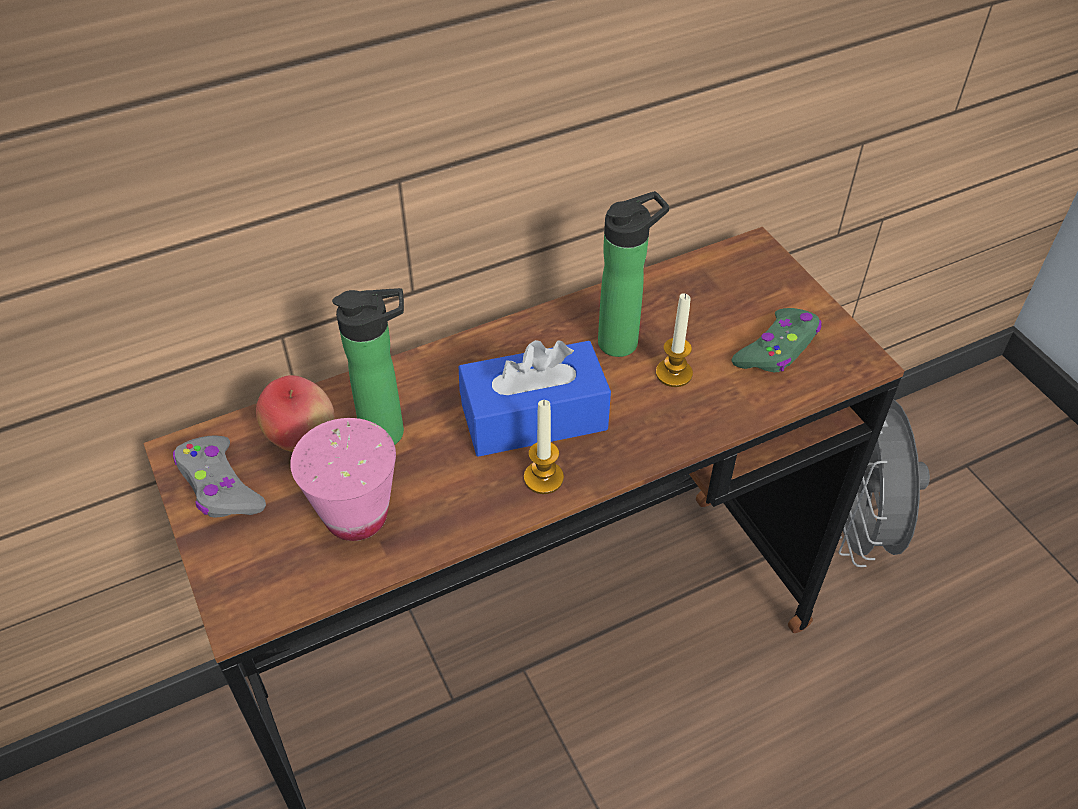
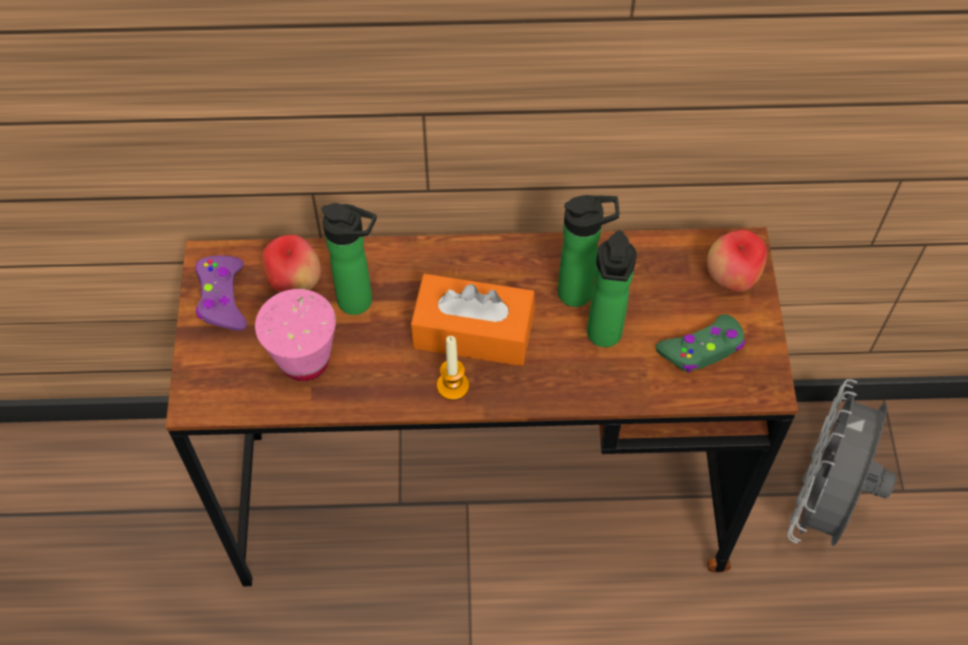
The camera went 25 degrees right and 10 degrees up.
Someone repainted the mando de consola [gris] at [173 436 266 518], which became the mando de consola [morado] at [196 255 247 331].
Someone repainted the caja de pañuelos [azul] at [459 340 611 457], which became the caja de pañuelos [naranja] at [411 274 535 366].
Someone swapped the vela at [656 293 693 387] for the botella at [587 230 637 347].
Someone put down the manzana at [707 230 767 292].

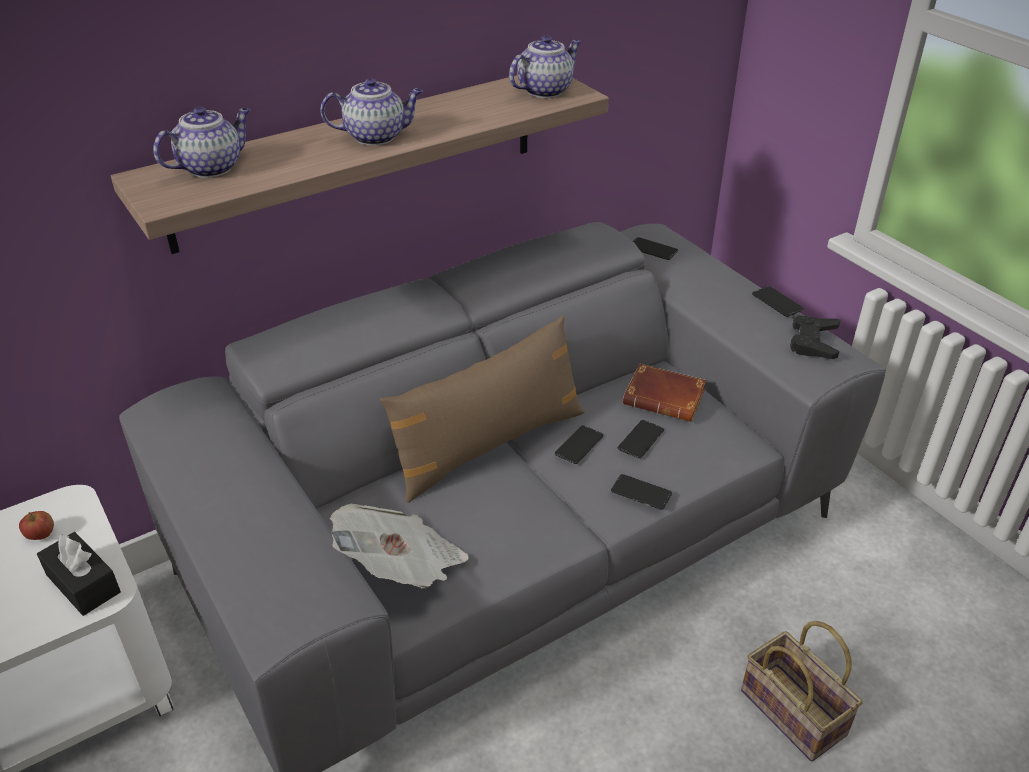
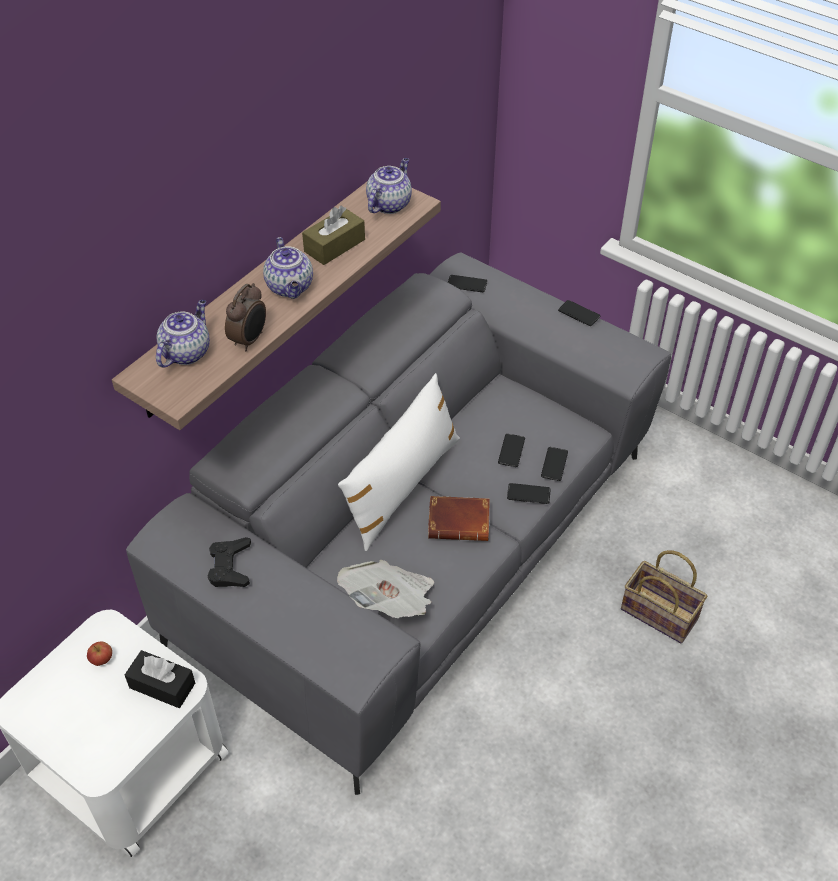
The camera went 20 degrees left and 10 degrees up.
Someone rotated the tetera at [321 78 423 145] by 105 degrees clockwise.
Someone repainted the cojín [marrón] at [380 316 584 503], which became the cojín [blanco] at [338 373 460 551].
Someone carried the móvil from [555 425 603 464] to [541 447 568 481].
Someone carried the libro [marrón] from [623 364 707 422] to [428 496 490 541].
Someone carried the mando de consola [negro] from [790 315 841 359] to [207 537 251 587].
Someone put down the despertador at [225 283 266 351].
Someone put down the caja de pañuelos [marrón] at [302 206 365 265].

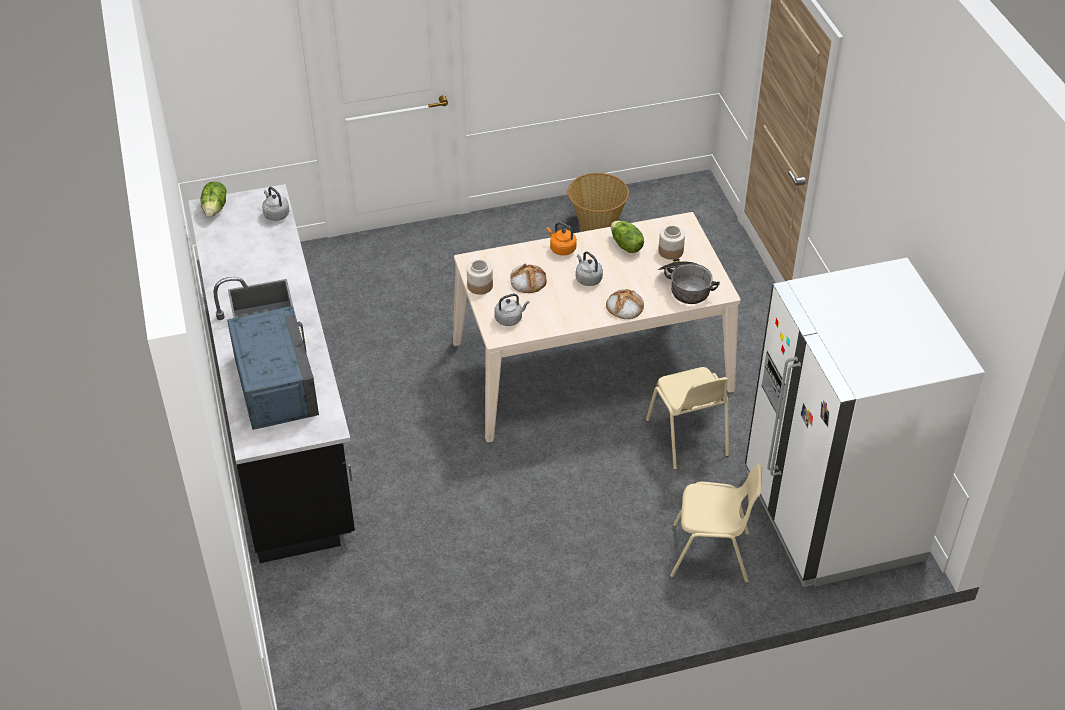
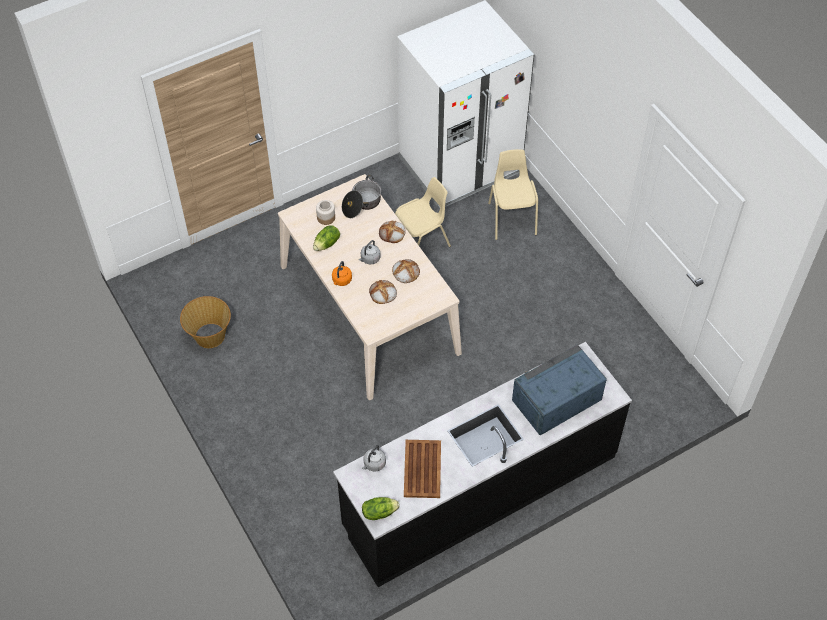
The camera went 105 degrees left and 10 degrees up.
Someone took away the tarro at [467 260 493 295].
Someone took away the hervidor [gris] at [494 294 530 326].
Someone put down the pan at [392 259 420 283].
Someone put down the bandeja [marrón] at [404 440 441 498].

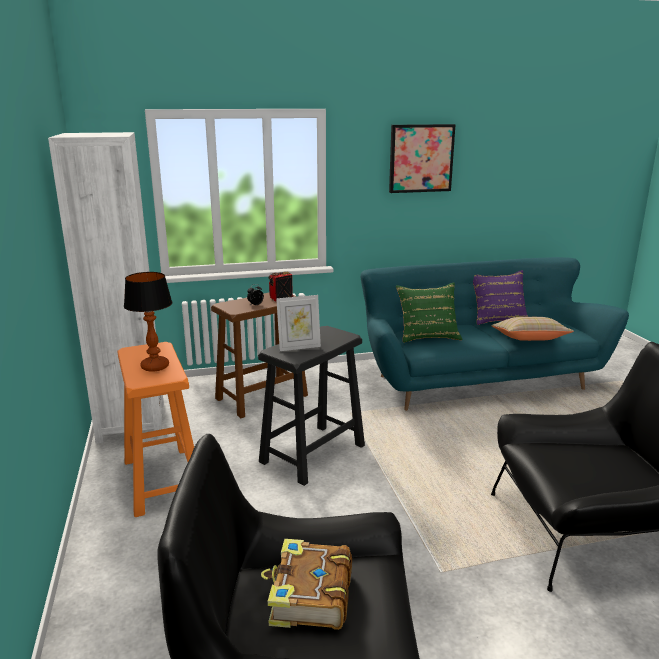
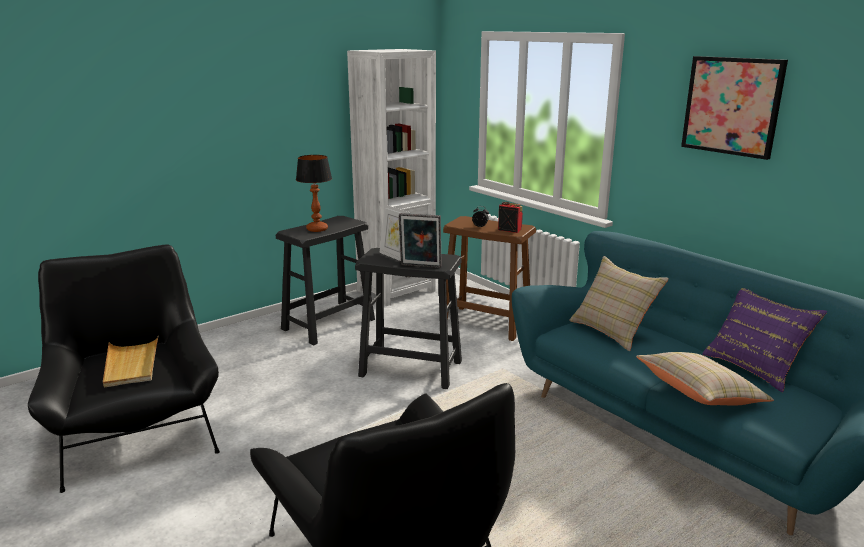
The camera went 65 degrees right and 0 degrees up.
Someone repainted the taburete [naranja] at [118 342 194 517], which became the taburete [negro] at [276 216 375 345].
Someone swapped the libro at [261 539 352 630] for the bandeja [beis] at [103 337 158 388].
Someone repainted the cojín [verde] at [396 282 463 343], which became the cojín [beis] at [569 256 669 351].
Someone put down the portarretratos at [399 213 442 268].

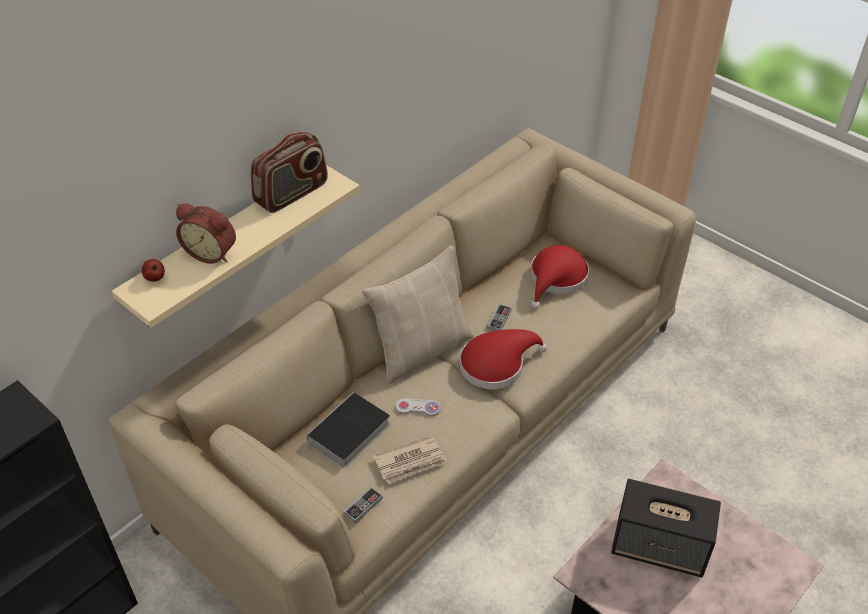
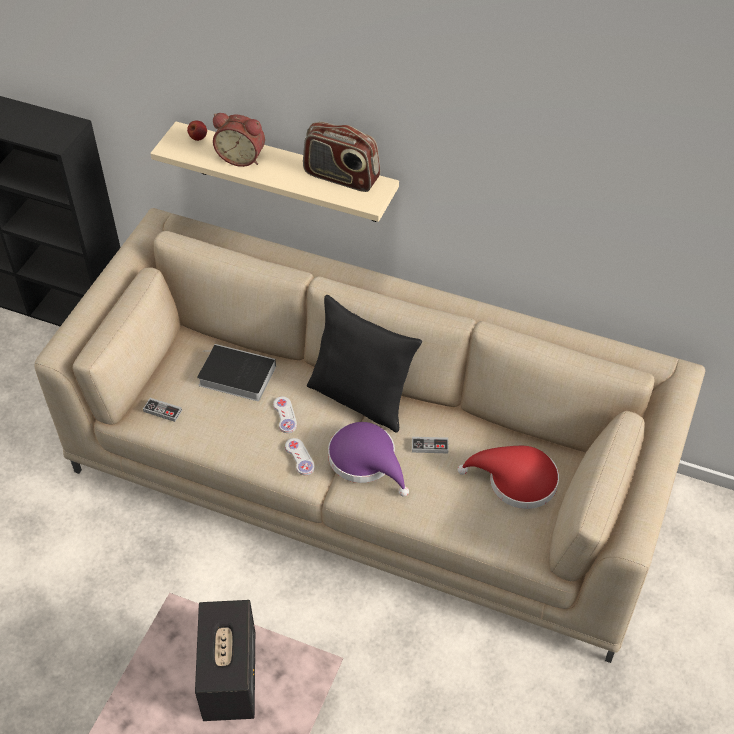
The camera went 70 degrees right and 5 degrees up.
Someone rotated the despertador at [176 203 236 264] by 75 degrees counterclockwise.
Someone repainted the cojín [beis] at [362 246 474 384], which became the cojín [negro] at [307 295 422 433].
Someone took away the periódico at [373 436 447 484].
Someone repainted the sombrero [rojo] at [459 329 547 389], which became the sombrero [morado] at [328 422 409 497].
Someone put down the mando de consola [blanco] at [285 438 315 475].

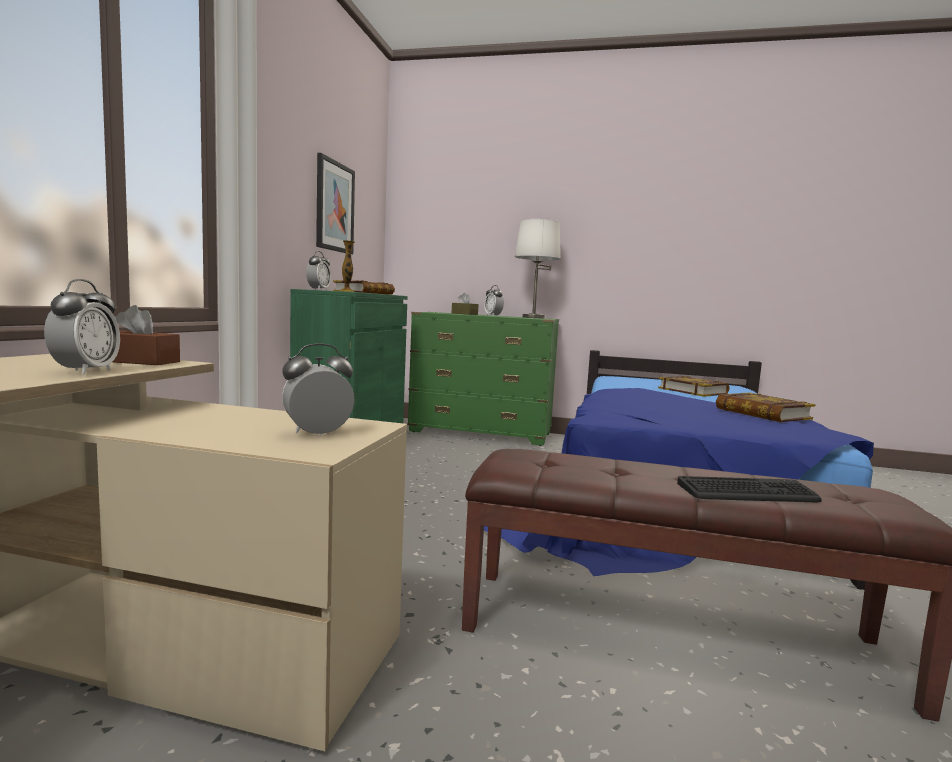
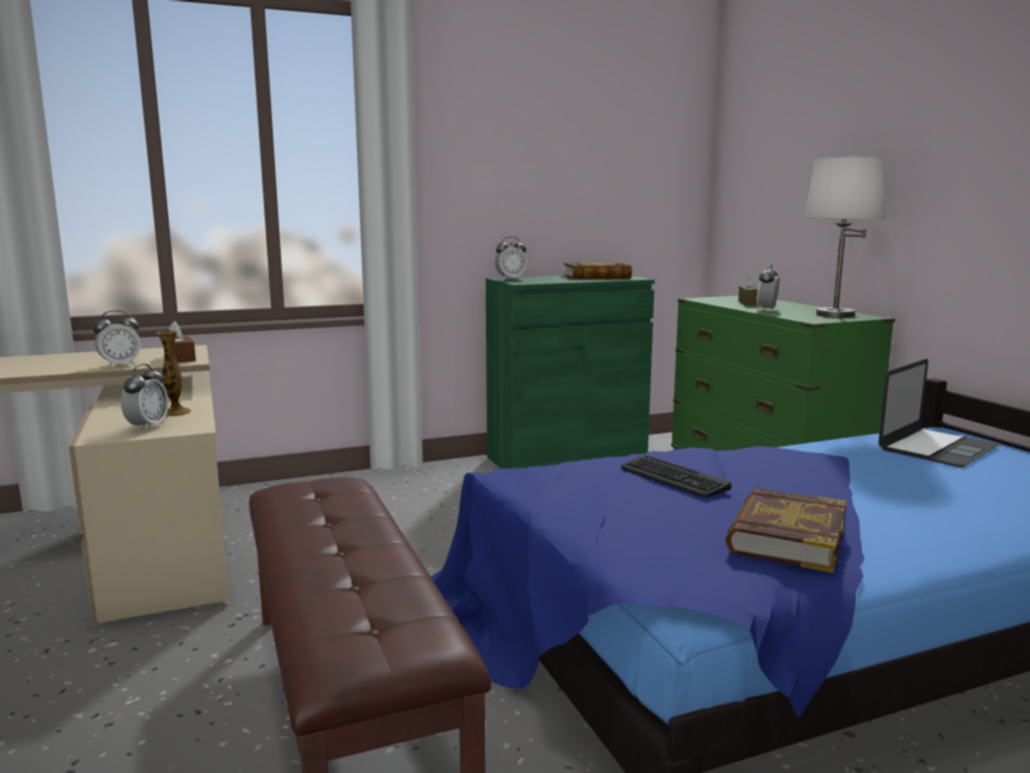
The camera went 55 degrees right and 5 degrees up.
Someone rotated the despertador at [282 343 355 436] by 75 degrees clockwise.
Someone took away the cuadro at [316 153 355 254].
Someone carried the florero from [338 240 355 292] to [156 331 191 416].
Someone took away the libro at [658 376 729 397].
Someone carried the teclado from [677 476 822 502] to [621 455 731 498].
Someone put down the portátil at [879 359 999 467].

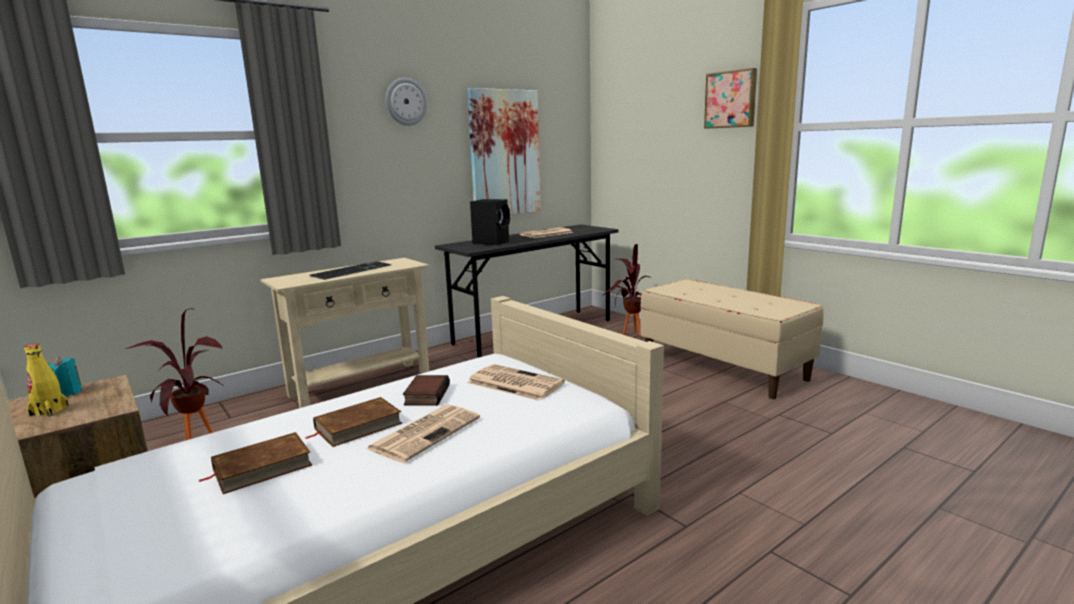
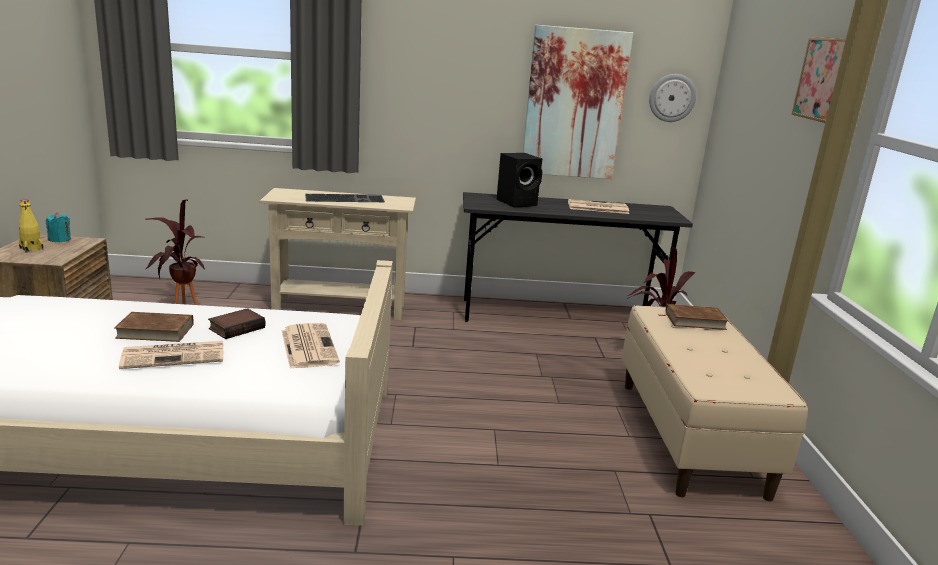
The camera went 35 degrees right and 5 degrees up.
Someone carried the libro [marrón] from [199 432 312 494] to [658 304 729 330].
Someone carried the reloj de pared from [386 78 428 126] to [649 74 696 122].

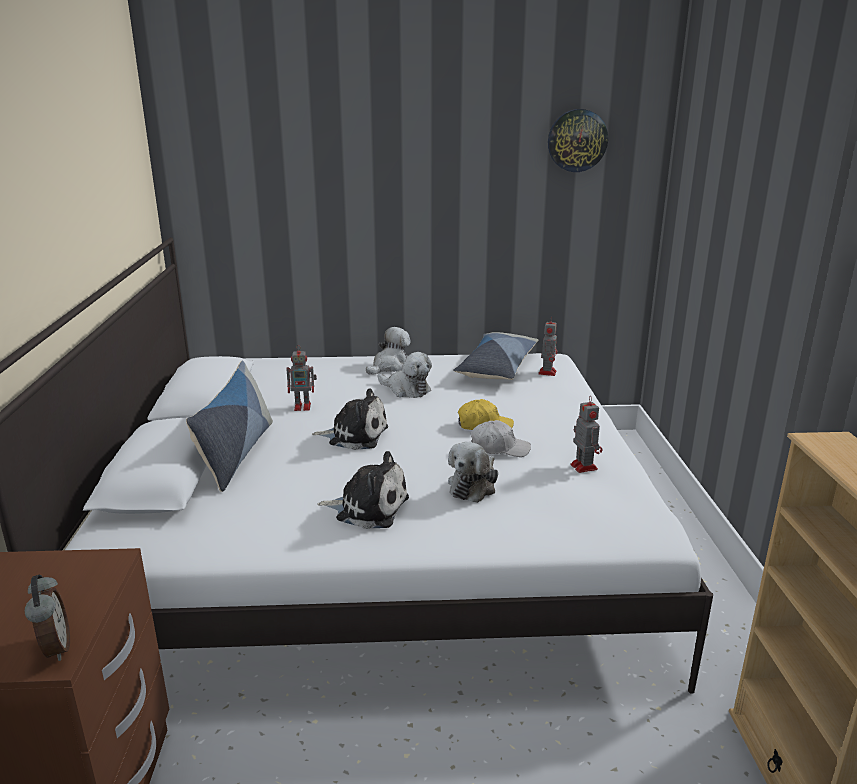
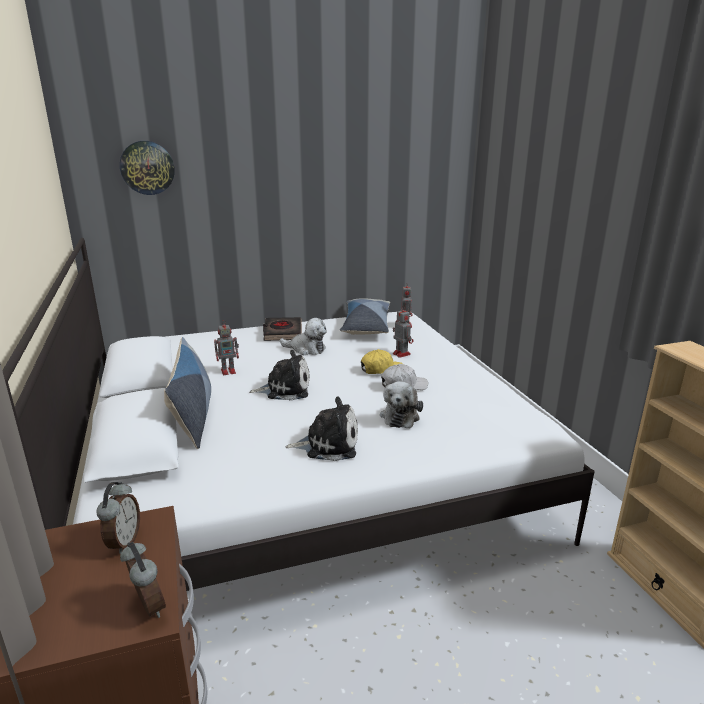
The camera went 15 degrees left and 0 degrees up.
Someone swapped the peluche at [366 327 411 375] for the libro [negro] at [263 317 302 341].
Someone carried the reloj de pared from [548 109 608 172] to [120 141 175 195].
Someone carried the robot de juguete from [570 396 602 473] to [393 307 414 358].
Someone put down the despertador at [96 482 140 554].

